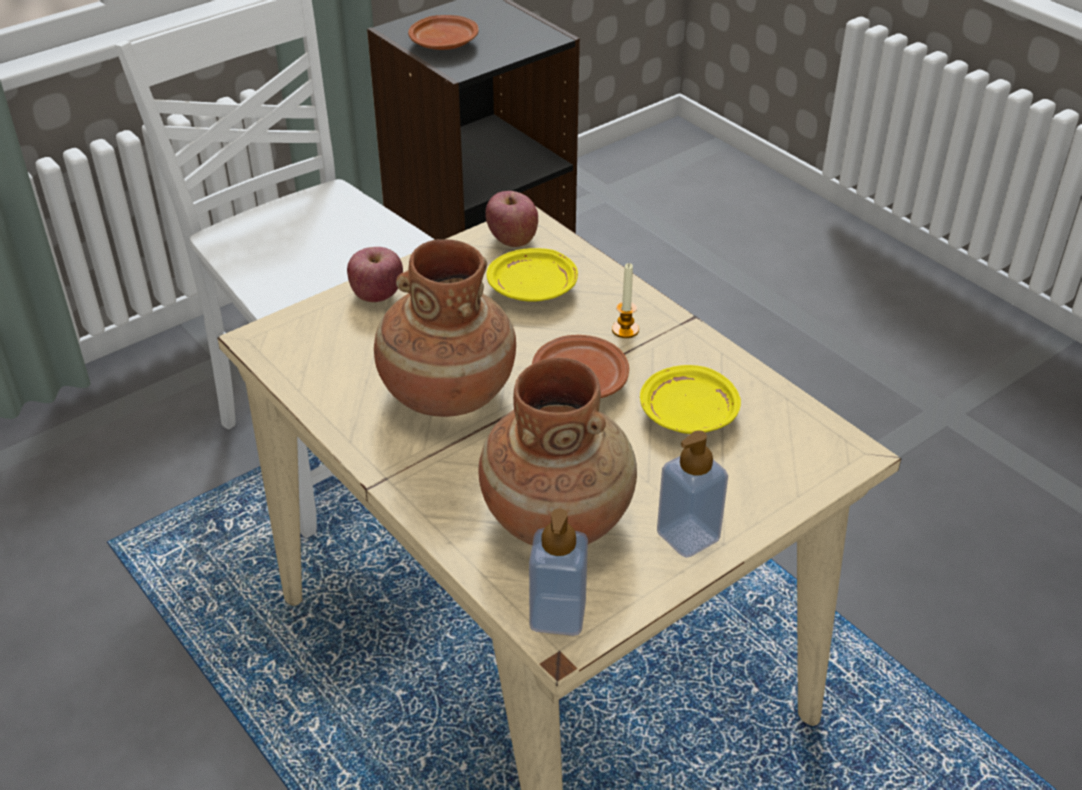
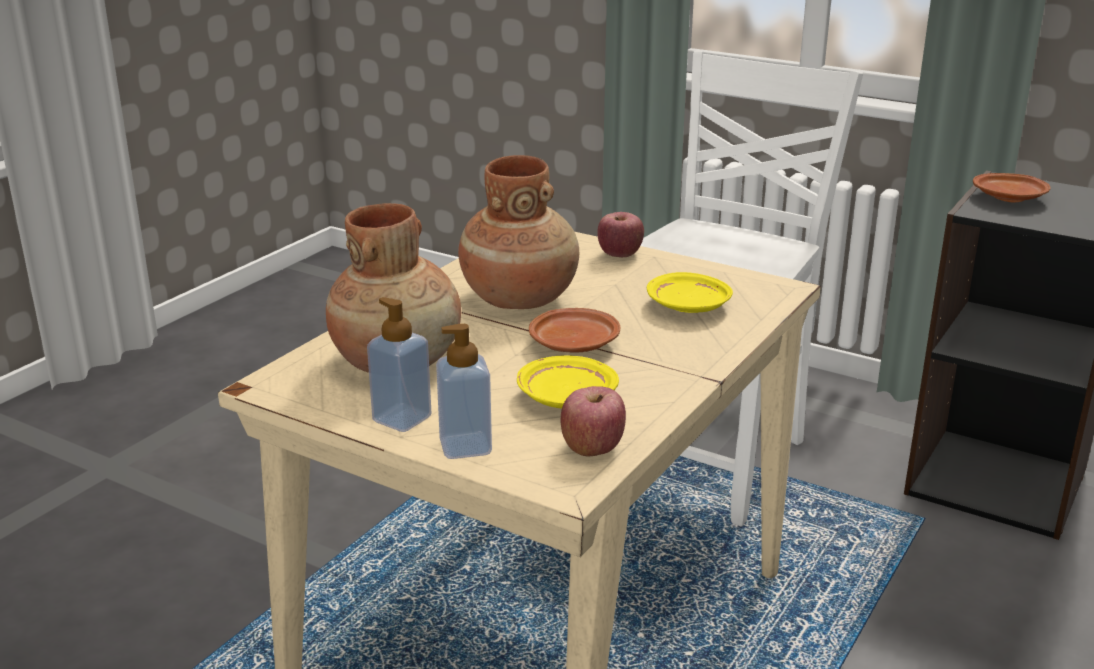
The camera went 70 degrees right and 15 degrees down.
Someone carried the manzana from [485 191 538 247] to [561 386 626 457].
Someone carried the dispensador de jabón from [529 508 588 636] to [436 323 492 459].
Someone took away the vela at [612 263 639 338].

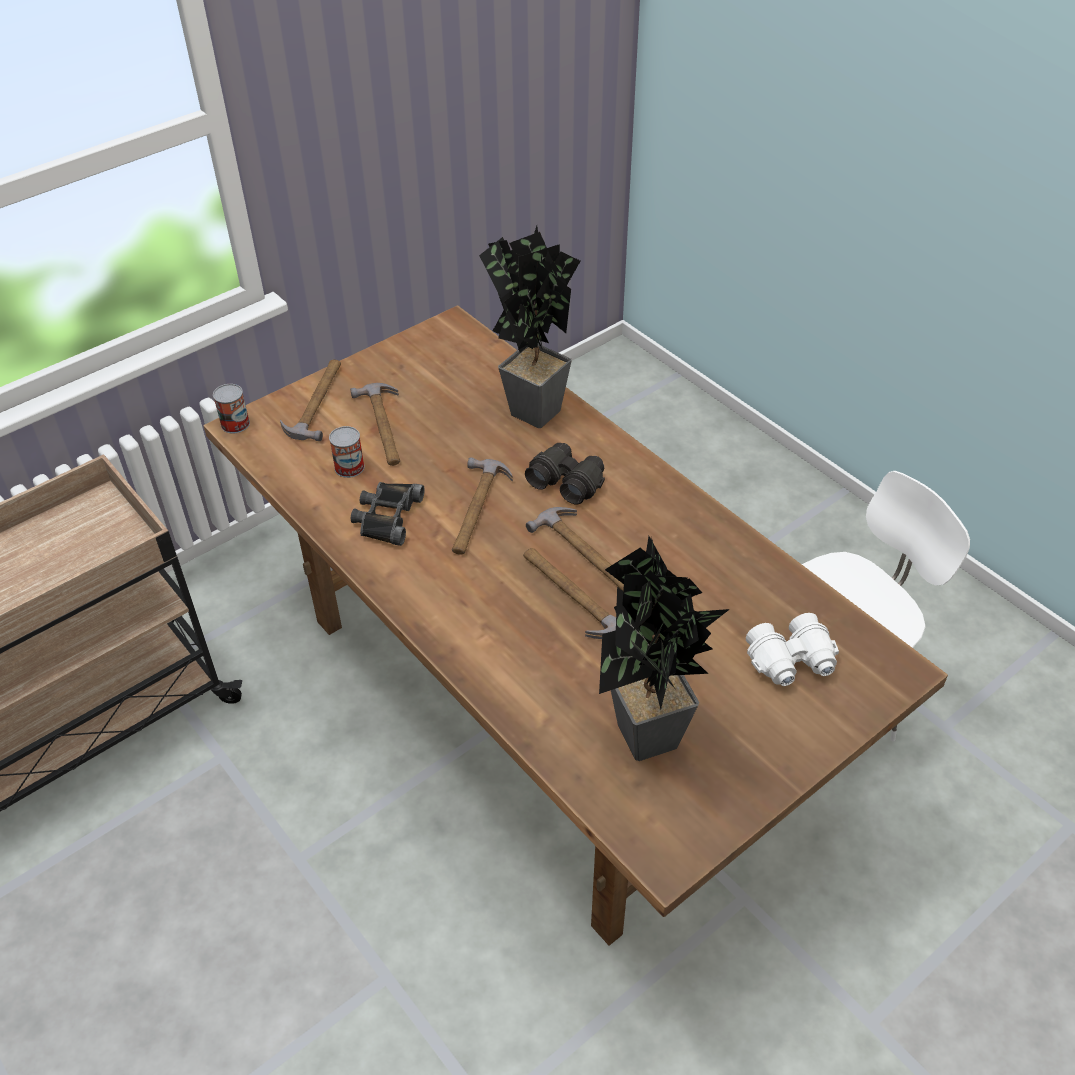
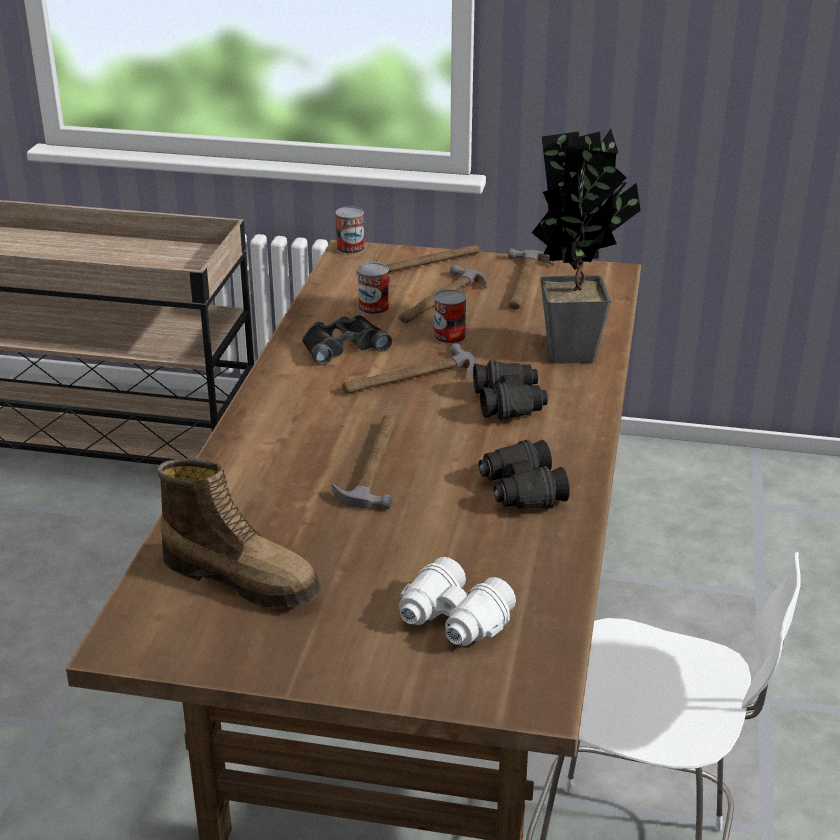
The camera went 50 degrees right and 15 degrees down.
Someone carried the martillo from [526 507 624 591] to [508 248 554 309].
Someone swapped the planta en maceta at [599 536 730 761] for the bota at [157 458 321 608].
Someone put down the lata at [434 289 467 344].
Someone put down the prismáticos [negro] at [479 439 570 509].

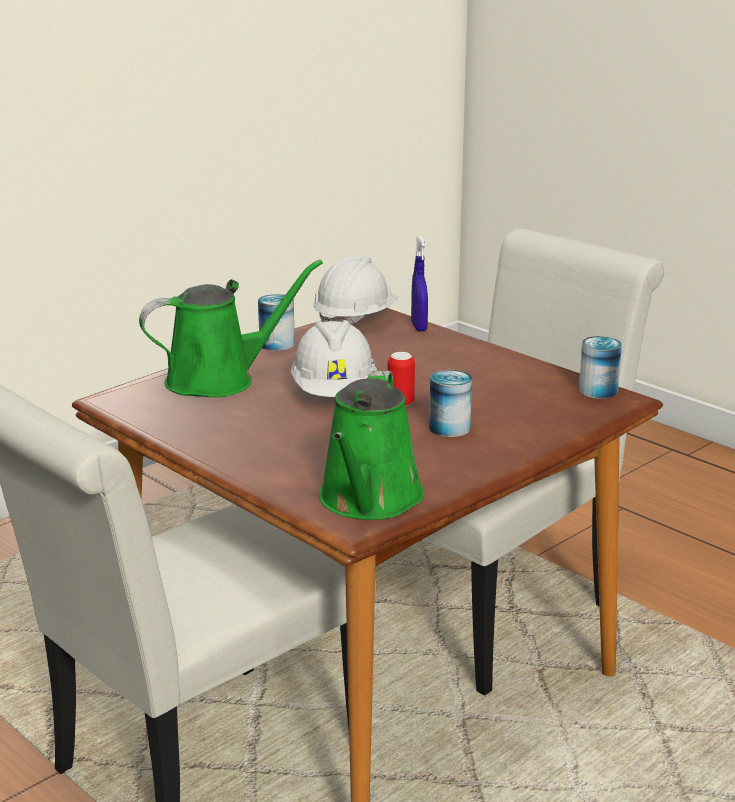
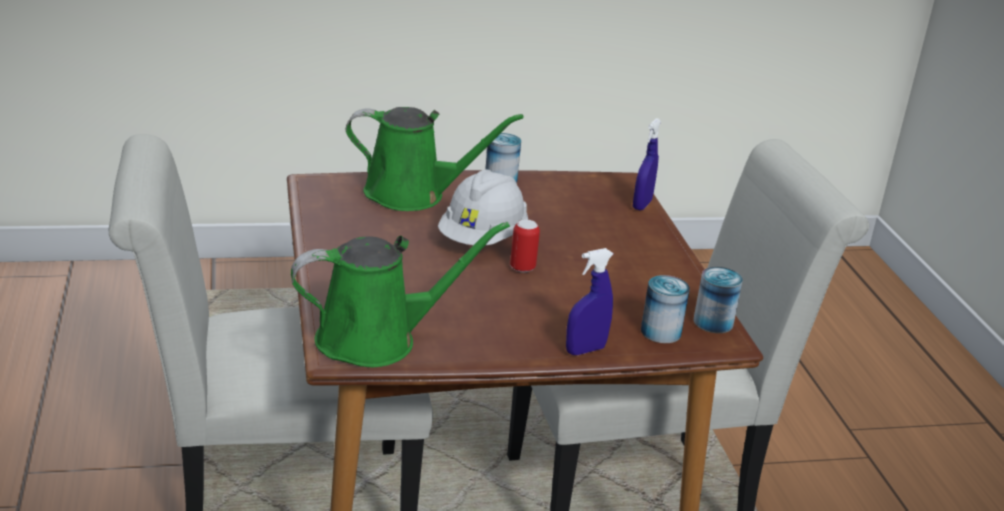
The camera went 30 degrees right and 5 degrees up.
Someone took away the casco [blanco] at [313 255 398 325].
Someone rotated the regadera [verde] at [319 371 424 520] by 150 degrees counterclockwise.
Someone carried the lata from [429 370 472 437] to [641 275 690 343].
Someone put down the pulverizador [azul] at [566 248 614 355].

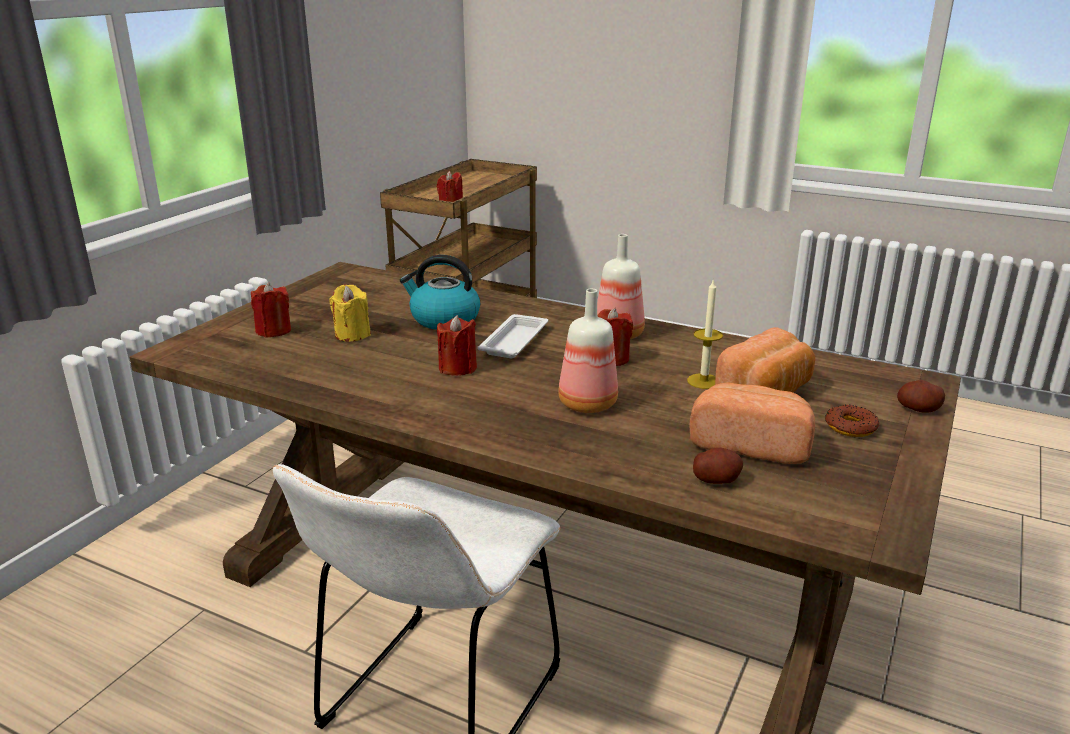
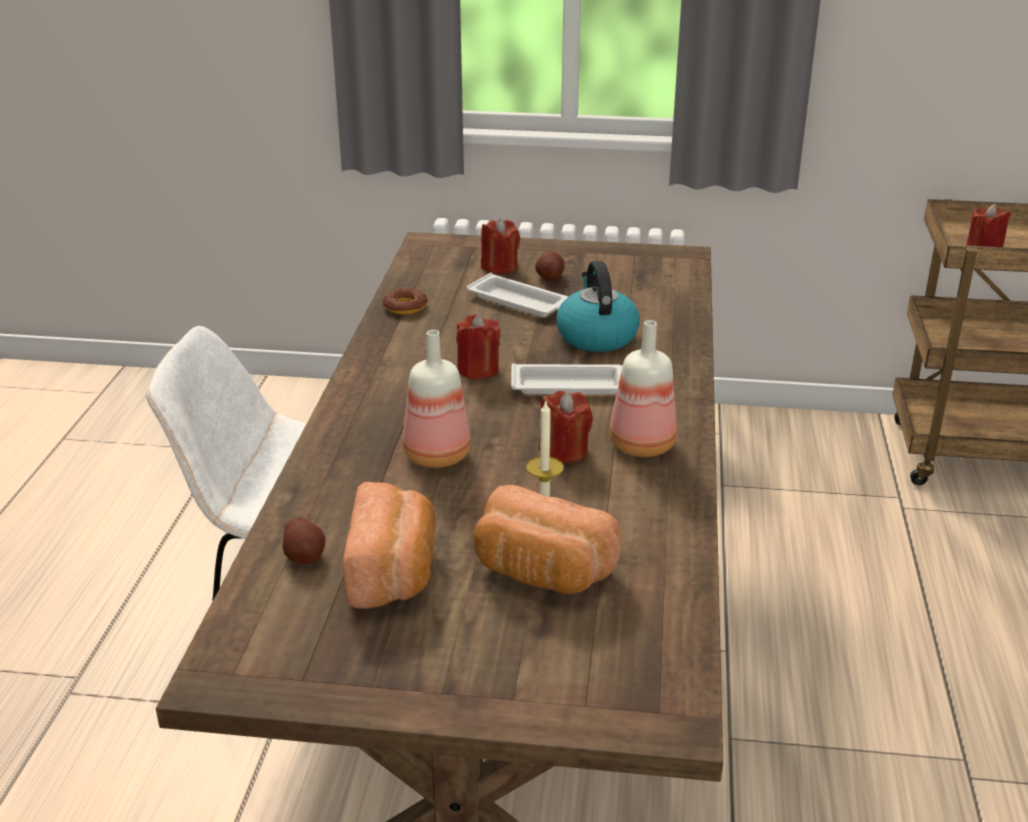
The camera went 70 degrees right and 5 degrees up.
Someone swapped the vela [amarillo] at [329 285 371 342] for the bandeja [blanco] at [466 273 568 317].
Someone carried the rosquilla from [825 405 879 437] to [383 288 428 315].
Someone carried the patata from [897 380 945 413] to [535 251 564 281].

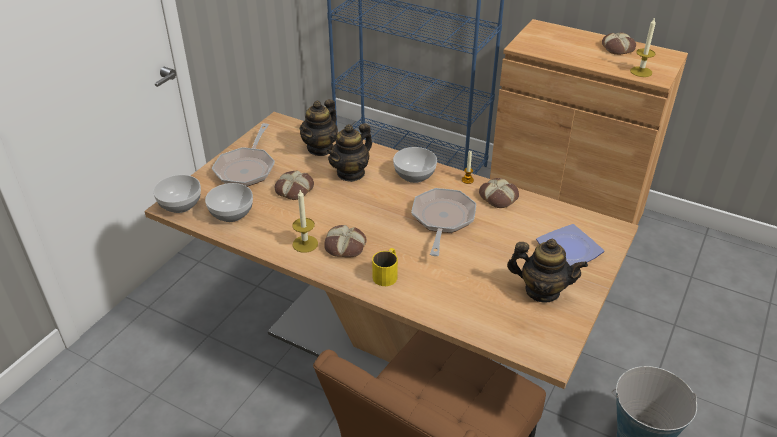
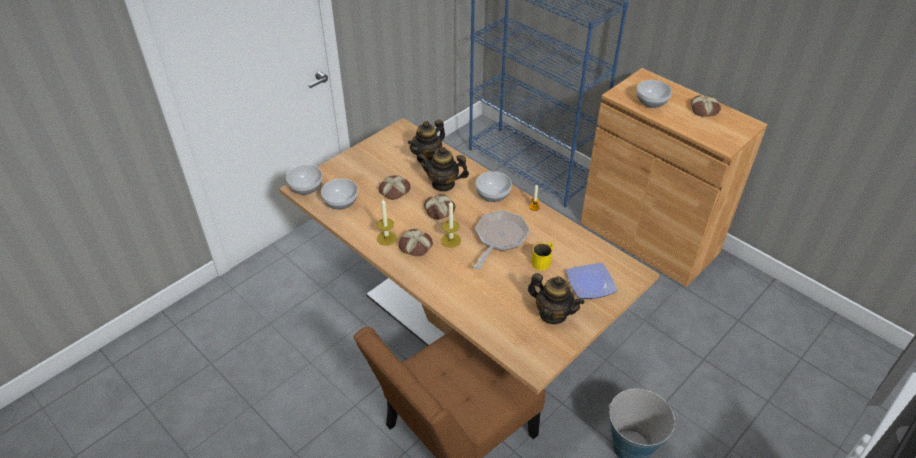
The camera went 15 degrees right and 5 degrees up.
Someone took away the sartén at [212 123 275 187].
Someone rotated the tetera at [326 123 372 182] by 45 degrees clockwise.
Someone carried the taza grande [amarillo] from [372 248 398 286] to [531 242 553 270].
Someone carried the pan from [479 178 519 208] to [424 194 455 220].
Someone carried the vela from [630 17 656 77] to [441 201 461 248].
Someone put down the cuenco at [637 80 672 108].

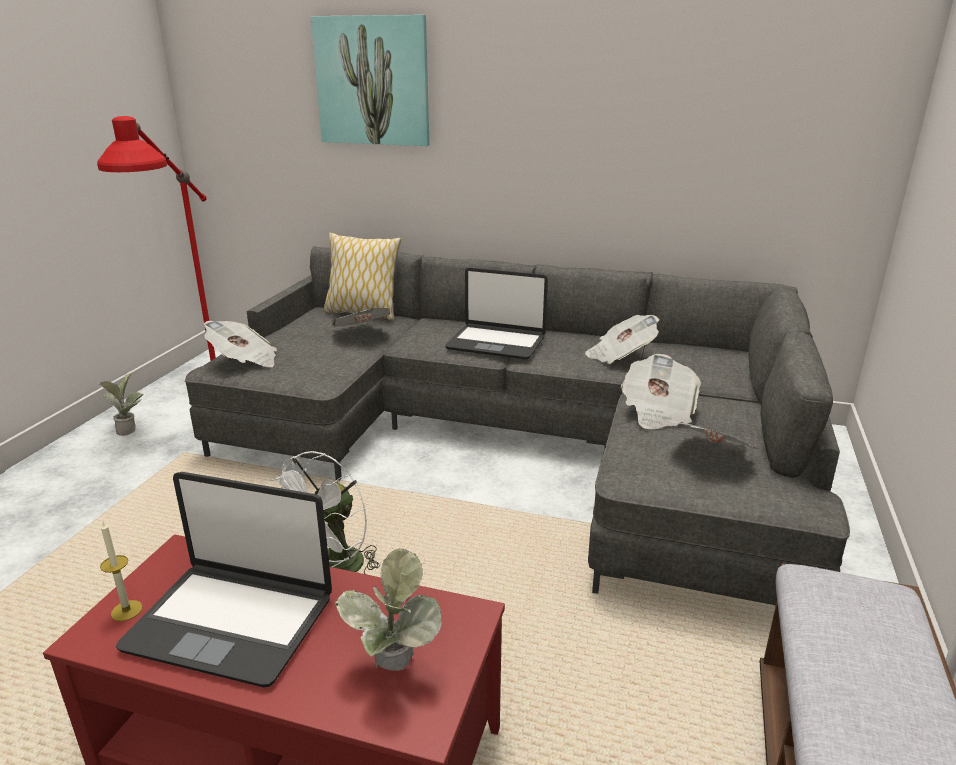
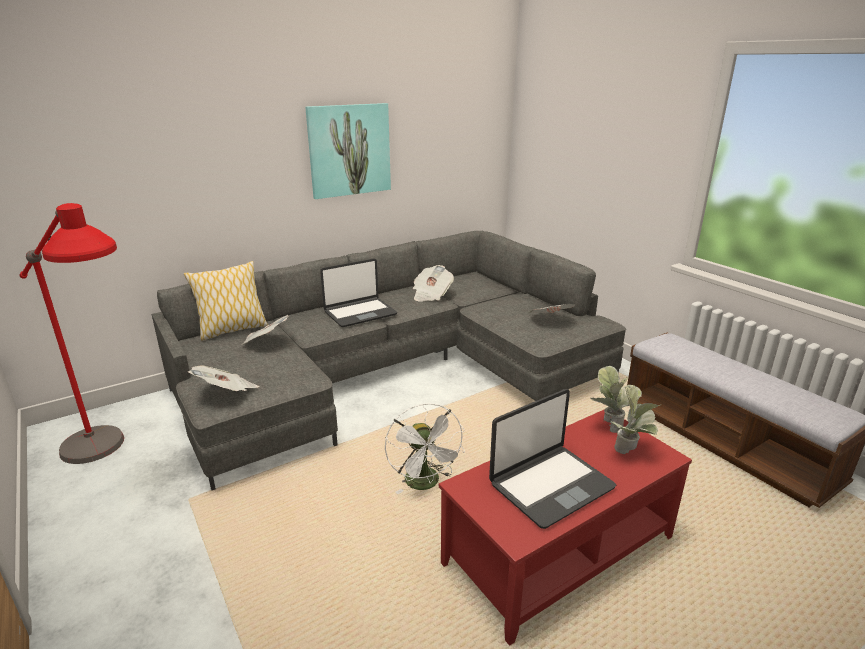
The camera went 50 degrees left and 0 degrees up.
Someone carried the planta en maceta from [98 374 144 436] to [590 366 642 433].
Someone took away the vela at [100 522 143 621].
Someone carried the cuadro from [311 15 429 146] to [305 103 391 199].
Someone took away the periódico at [621 354 701 429].

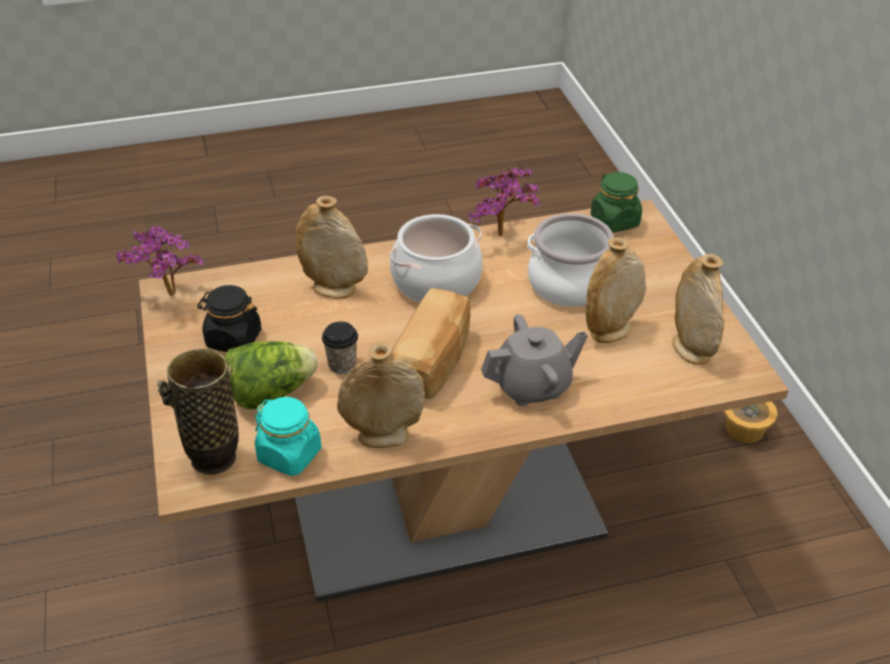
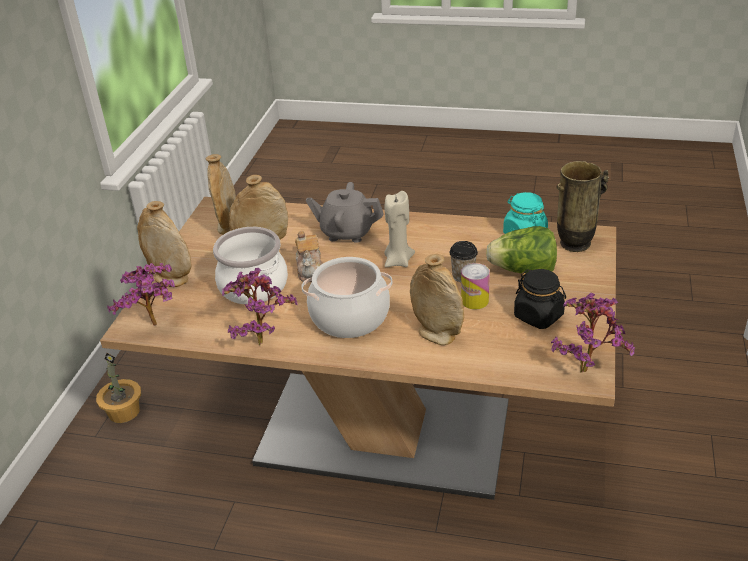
The camera went 150 degrees left and 5 degrees down.
Someone carried the florero [beis] from [337 342 425 448] to [137 201 192 287].
Someone swapped the pan at [392 288 470 399] for the vela [beis] at [384 191 415 267].
Someone swapped the tarro [verde] at [591 172 642 233] for the planta en maceta at [107 263 175 326].
Someone put down the tetera at [295 231 323 282].
Someone put down the lata at [461 263 490 310].

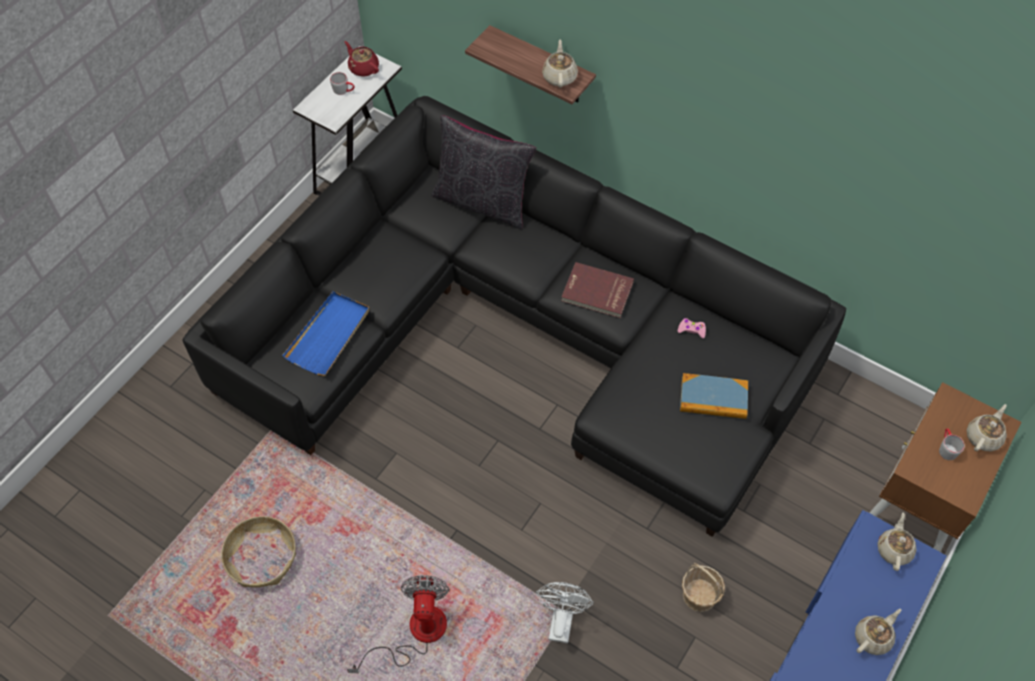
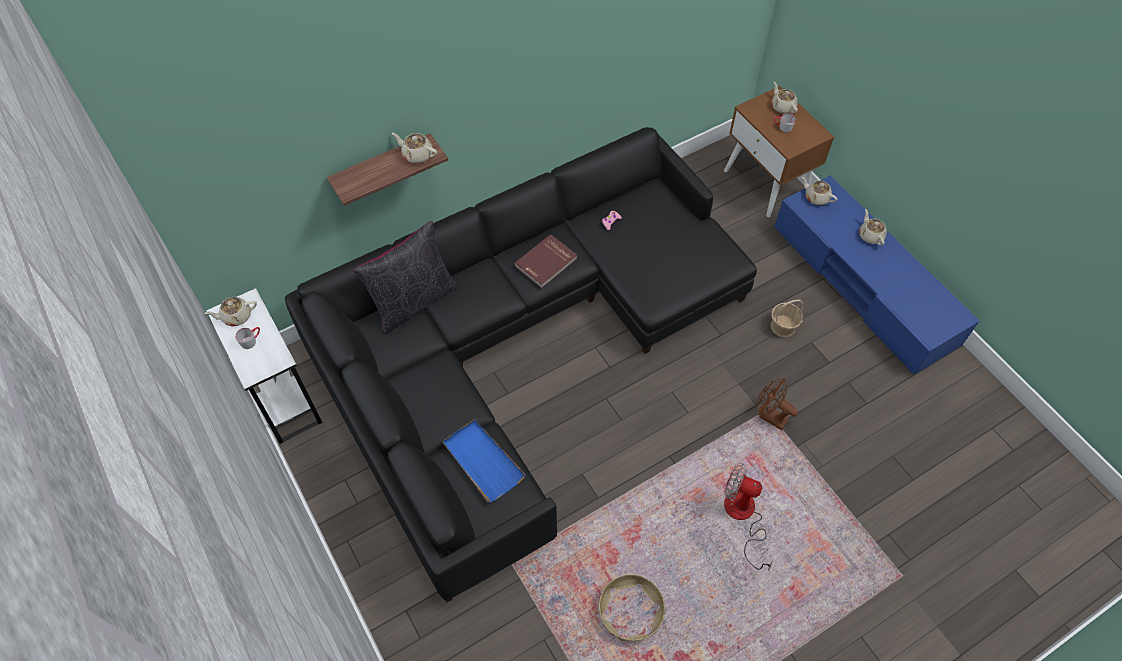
The camera went 65 degrees left and 0 degrees up.
Someone repainted the tetera [rojo] at [345 41 379 77], which became the tetera [beis] at [205 297 257 327].
Someone repainted the ventilador [blanco] at [535 582 594 643], which became the ventilador [marrón] at [756 378 798 430].
Someone took away the libro at [680 373 748 419].

